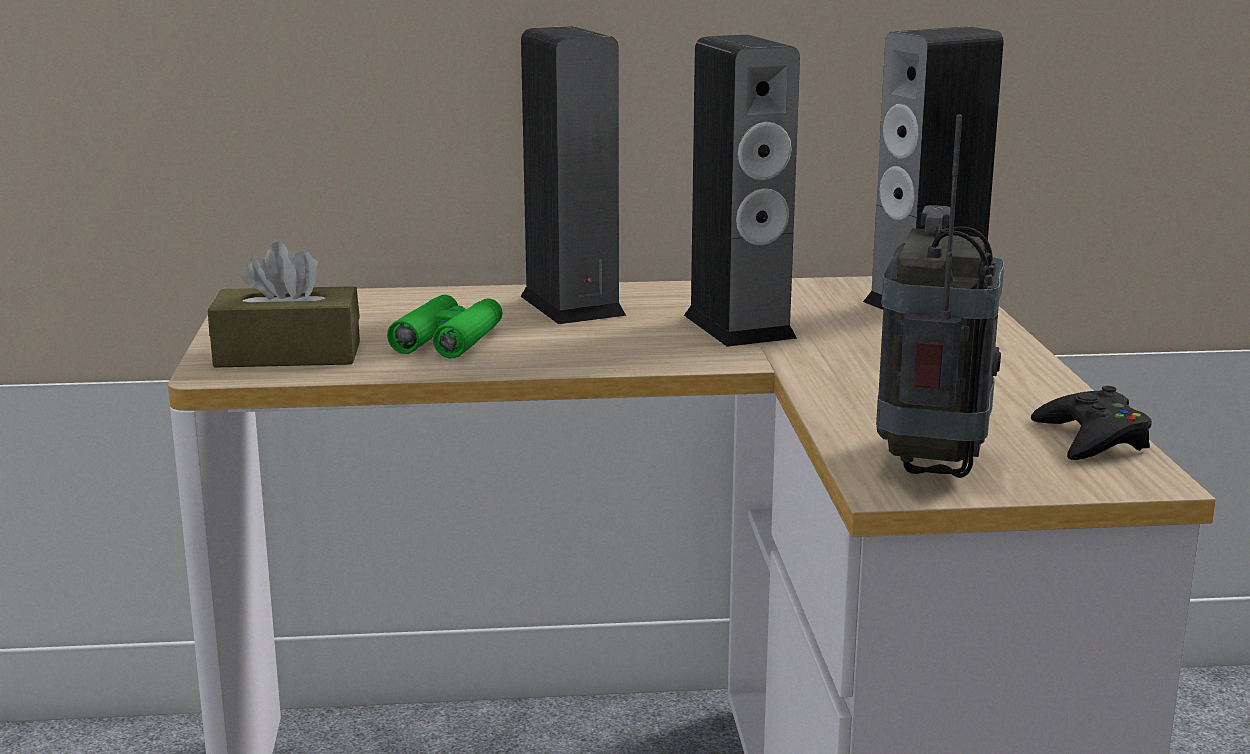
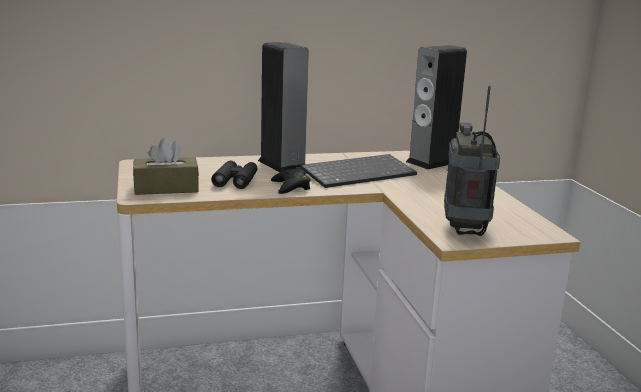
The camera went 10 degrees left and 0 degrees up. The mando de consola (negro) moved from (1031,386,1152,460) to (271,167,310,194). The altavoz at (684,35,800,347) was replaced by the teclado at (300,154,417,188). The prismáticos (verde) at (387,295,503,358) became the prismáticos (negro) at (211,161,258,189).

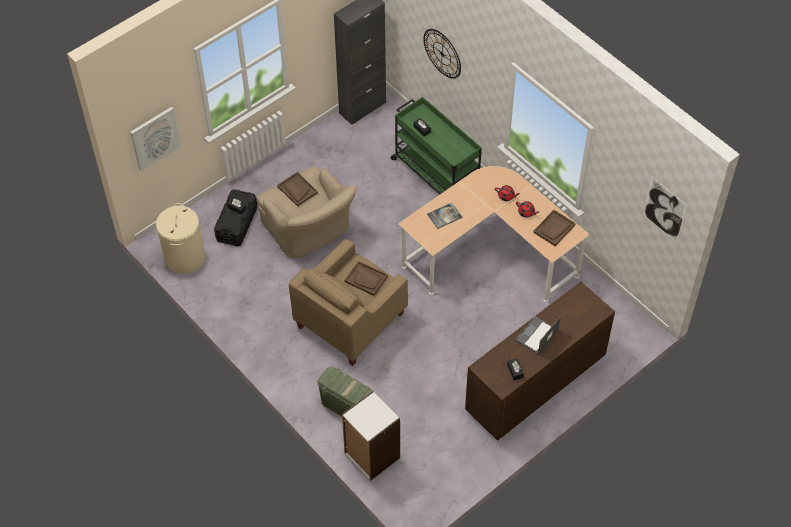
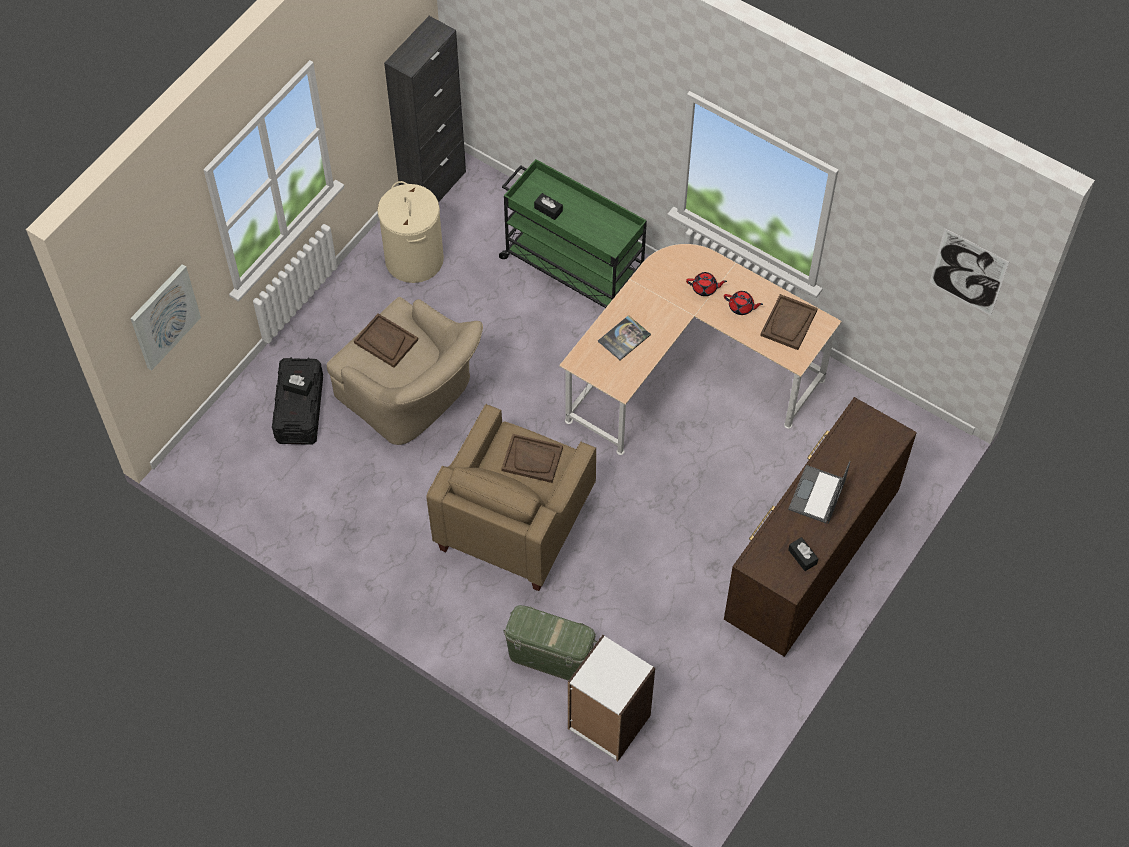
The camera went 15 degrees left and 5 degrees up. The reloj de pared at (423,29,461,79) disappeared. The cesto de la ropa (beis) moved from (156,203,205,274) to (377,181,444,283).

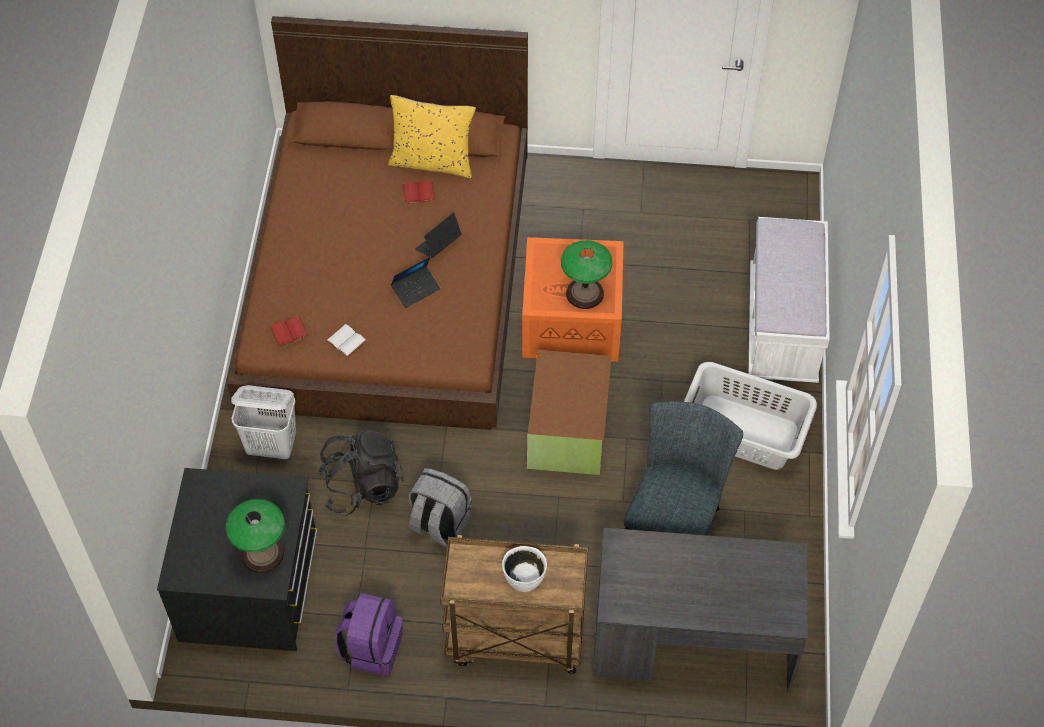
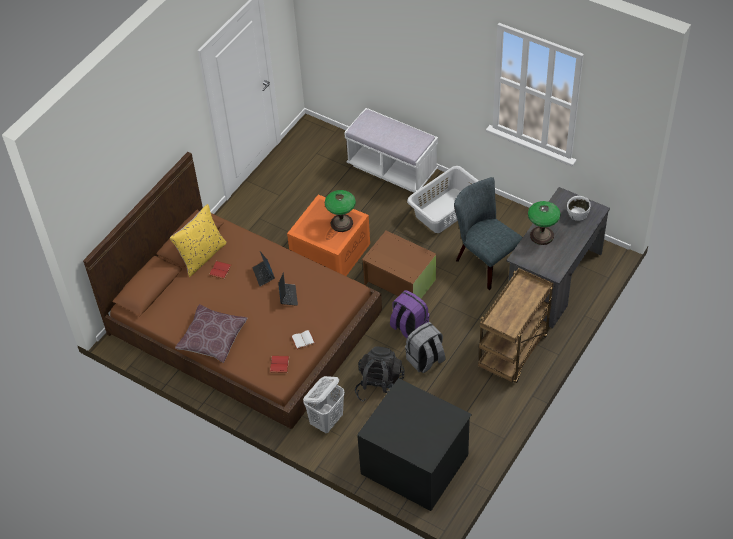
The camera went 60 degrees left and 5 degrees down. The cojín (marrón) at (175,304,247,363) appeared. The lámpara de mesa moved from (226,499,285,573) to (528,201,561,245). The mochila (morado) moved from (335,593,403,676) to (390,290,430,338). The cuenco (blanco) moved from (502,546,547,592) to (567,196,591,221).

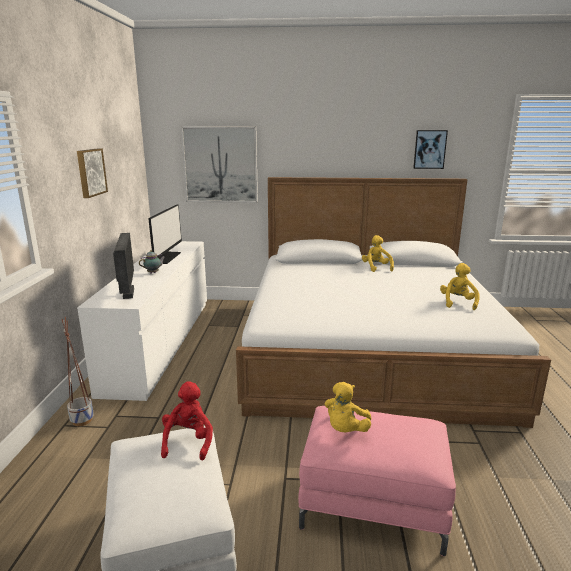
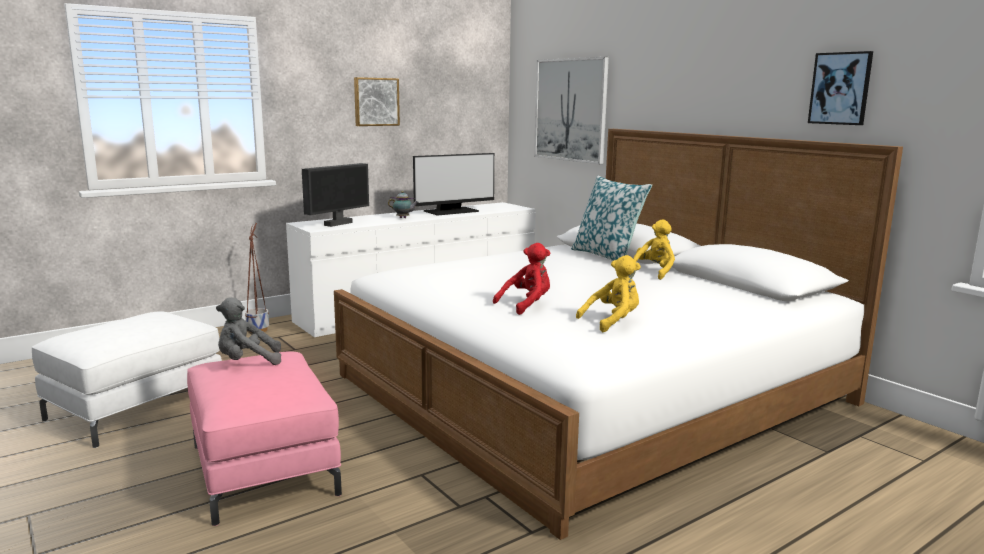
The camera went 50 degrees right and 5 degrees down. The cojín at (571,175,652,261) appeared. The peluche (rojo) moved from (161,381,213,460) to (493,243,551,315). The peluche (amarillo) at (324,382,371,432) became the peluche (gris) at (216,297,281,365).

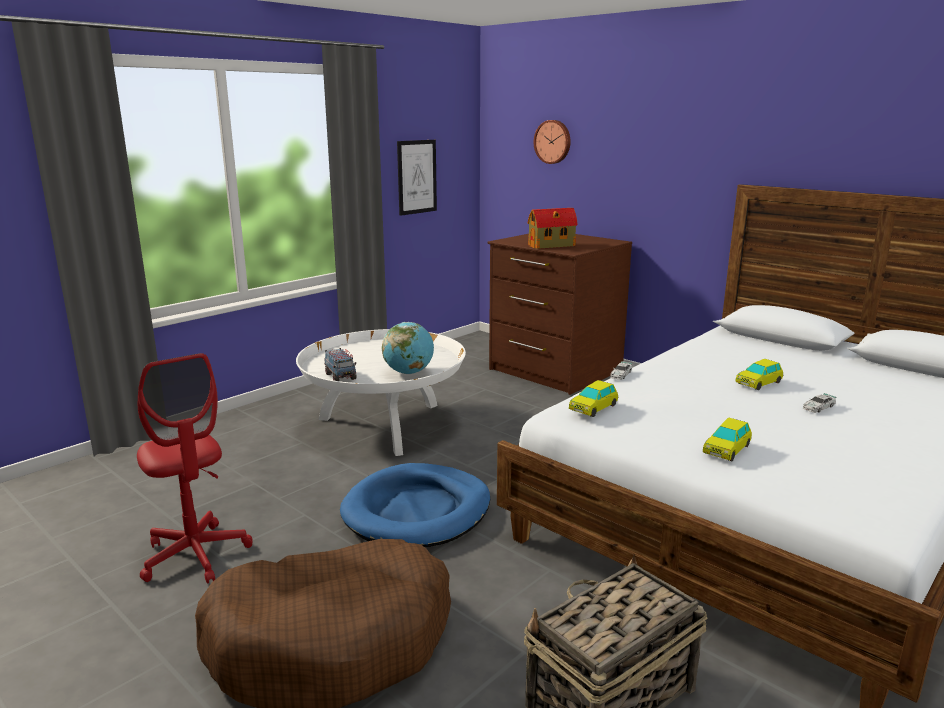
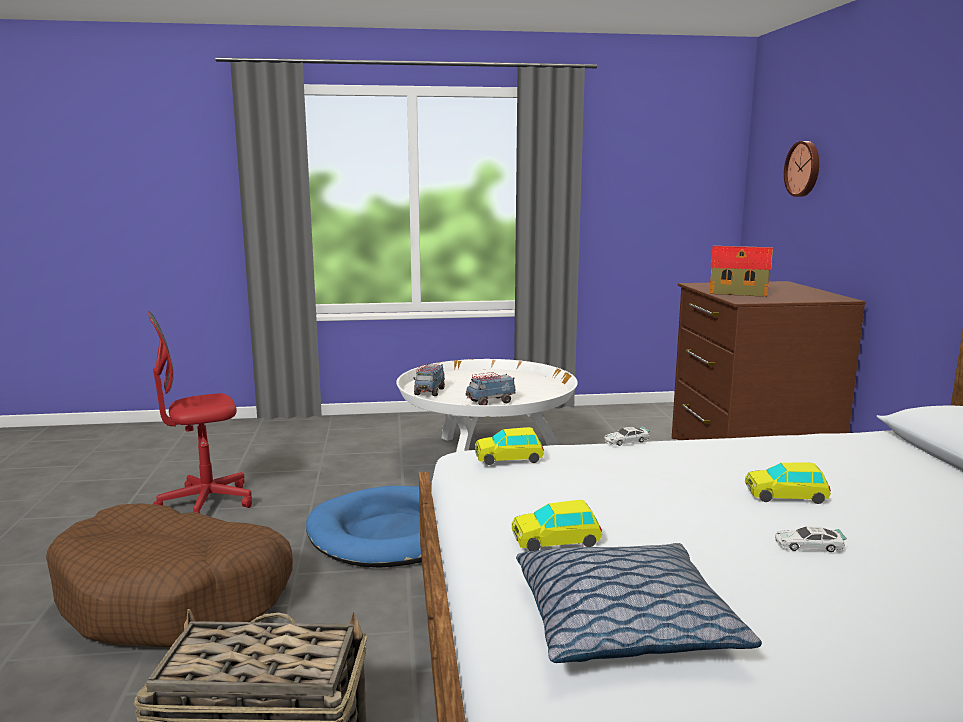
The camera went 40 degrees right and 5 degrees down. The cuadro at (397,140,437,216) disappeared. The cojín at (516,543,762,663) appeared. The globo terráqueo at (382,322,434,374) was replaced by the camión de juguete at (466,372,516,405). The silla de oficina (rojo) at (137,353,253,584) turned 60 degrees clockwise.

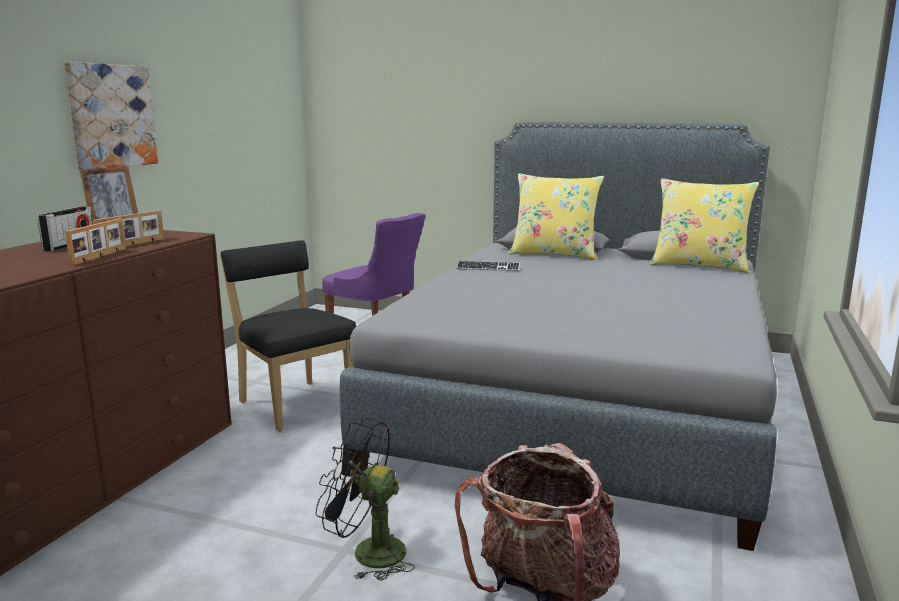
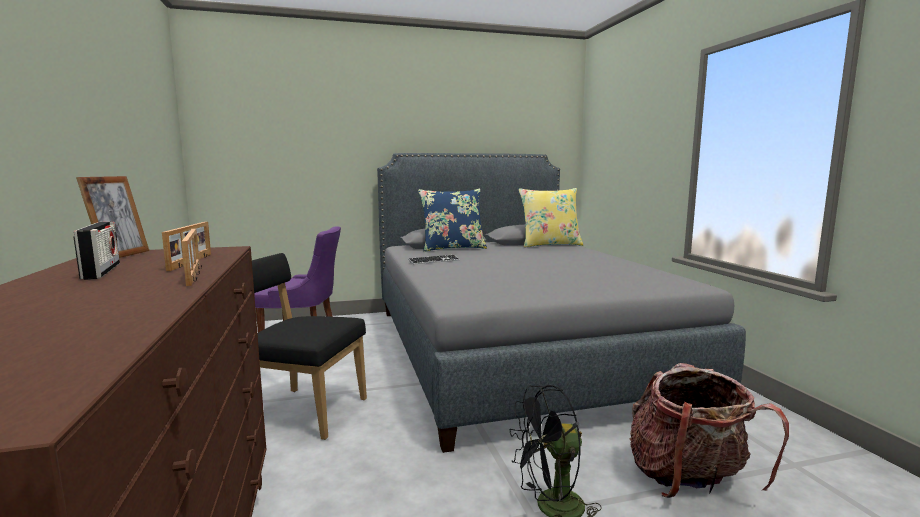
The camera went 35 degrees left and 5 degrees down. The cuadro at (64,62,158,169) disappeared. The cojín (amarillo) at (509,173,604,260) became the cojín (azul) at (418,189,487,252).

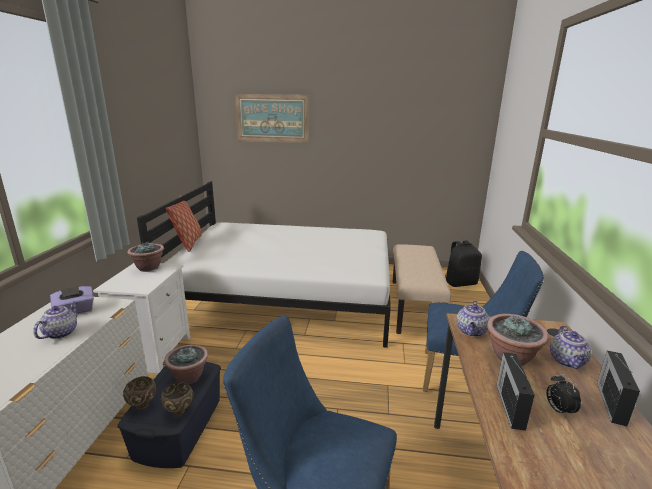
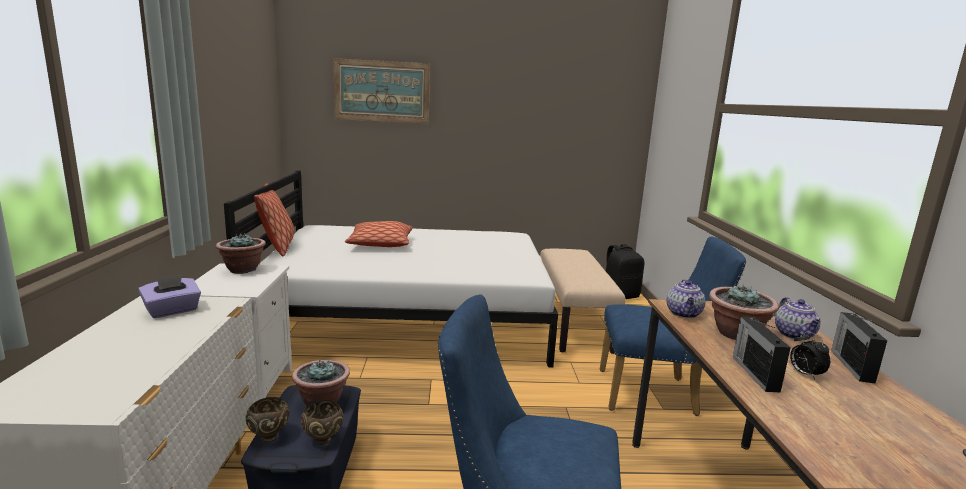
The camera went 10 degrees left and 5 degrees down. The tetera at (33,301,77,339) disappeared. The cojín at (345,221,413,247) appeared.

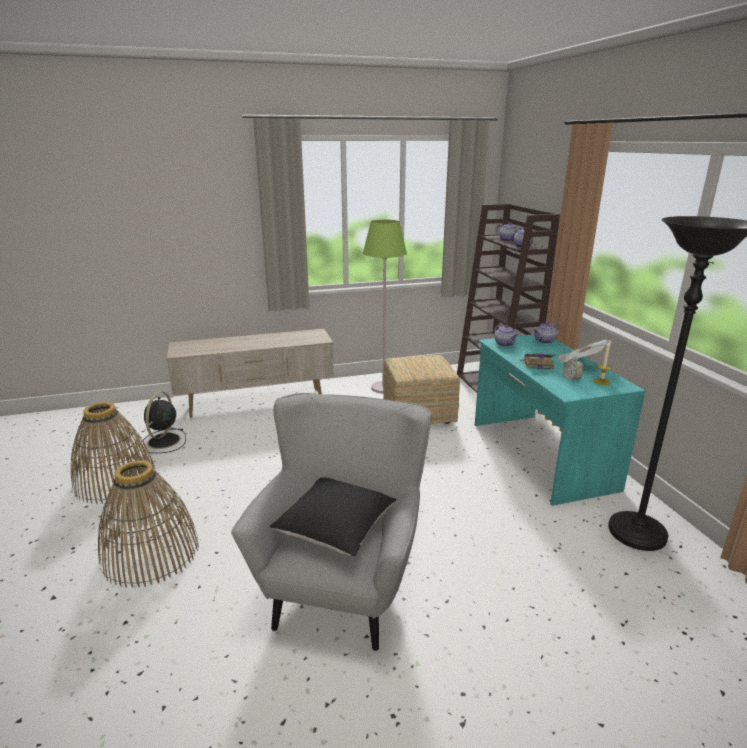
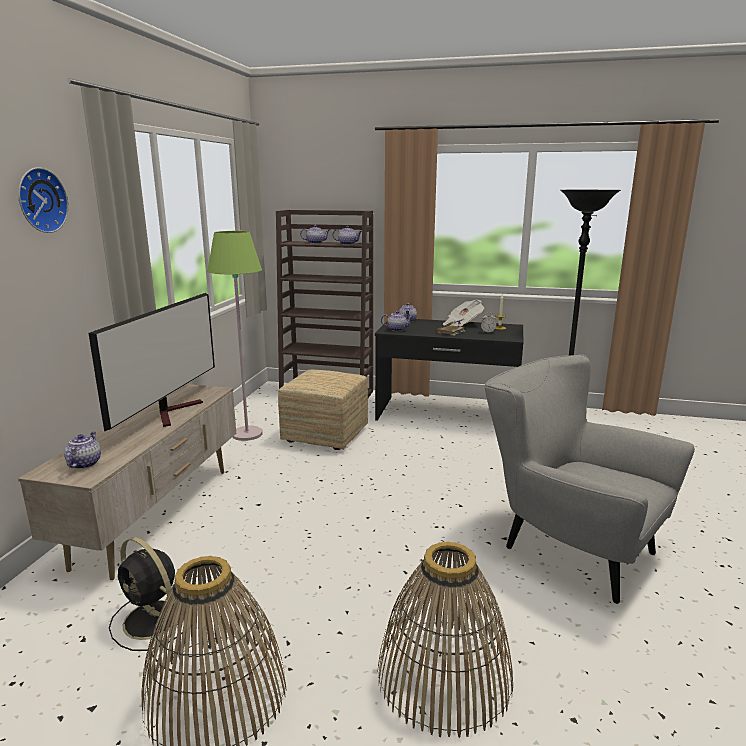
The camera went 60 degrees left and 5 degrees down. The cojín (negro) at (270,477,396,557) disappeared. The reloj de pared at (18,167,69,233) appeared. The tetera at (64,432,101,469) appeared. The televisor at (88,293,215,431) appeared. The escritorio (turquesa) at (475,334,646,506) became the escritorio (negro) at (375,319,523,421).

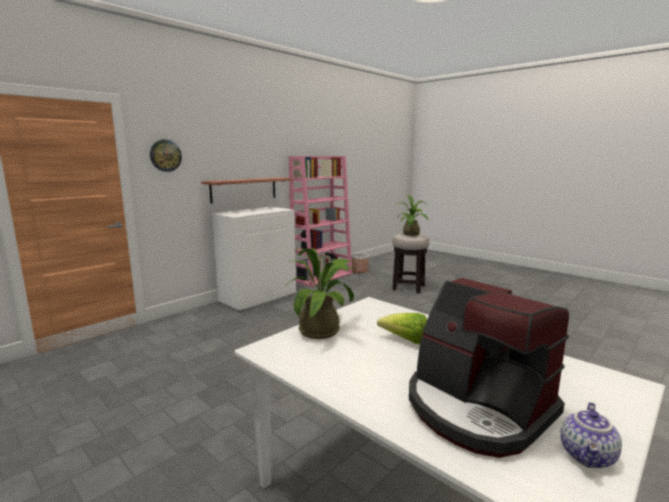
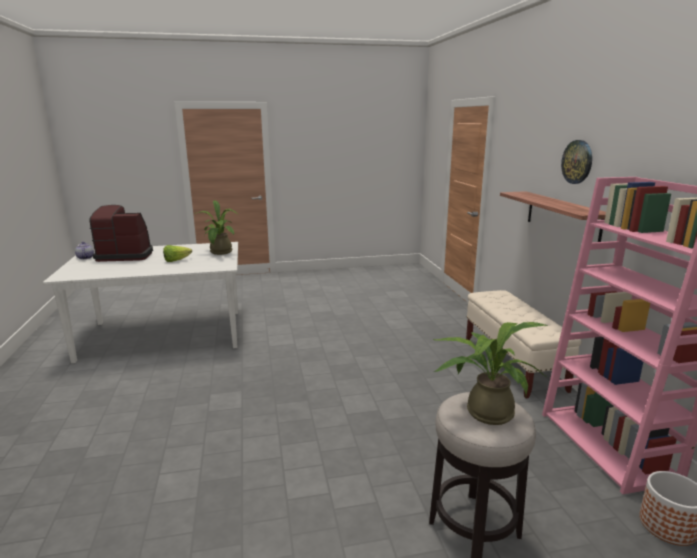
The camera went 125 degrees right and 5 degrees up. The reloj de pared moved from (150,140,182,172) to (561,140,592,184). The armario (blanco) at (212,207,296,312) was replaced by the banco (beis) at (466,290,582,398).

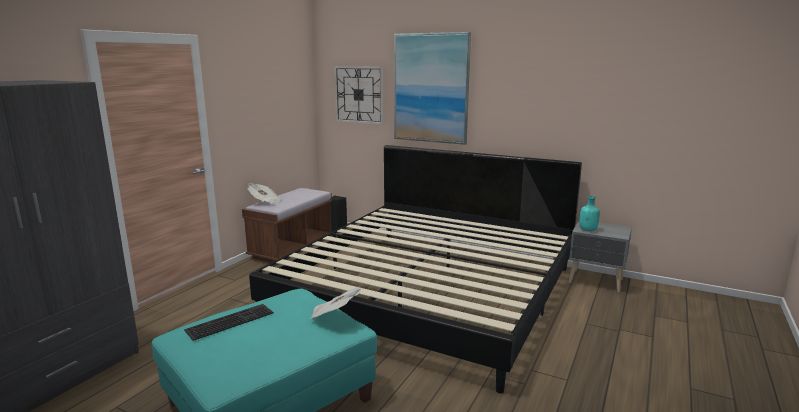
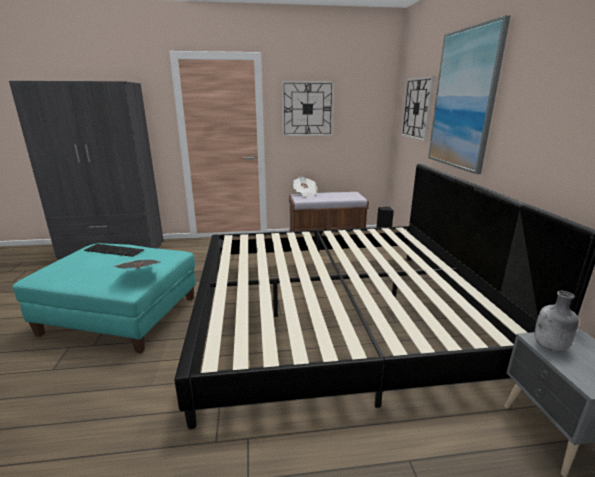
The camera went 55 degrees right and 5 degrees up. The reloj de pared at (282,81,334,136) appeared. The botella (turquesa) at (579,196,600,231) became the botella (gris) at (534,291,579,351).

